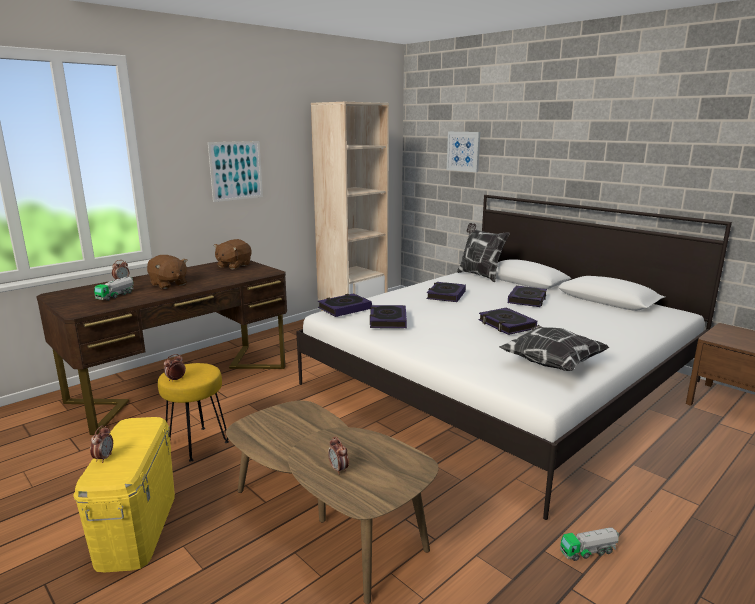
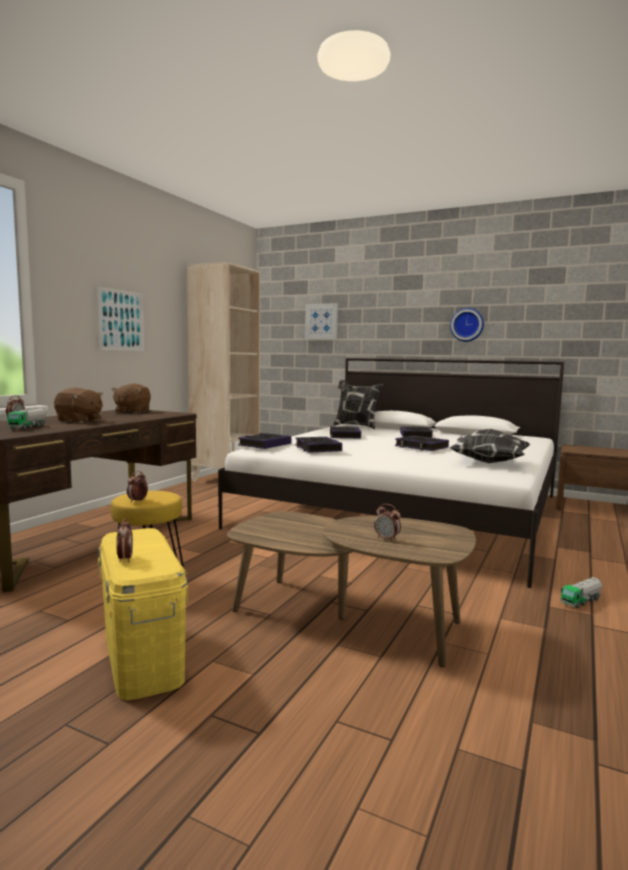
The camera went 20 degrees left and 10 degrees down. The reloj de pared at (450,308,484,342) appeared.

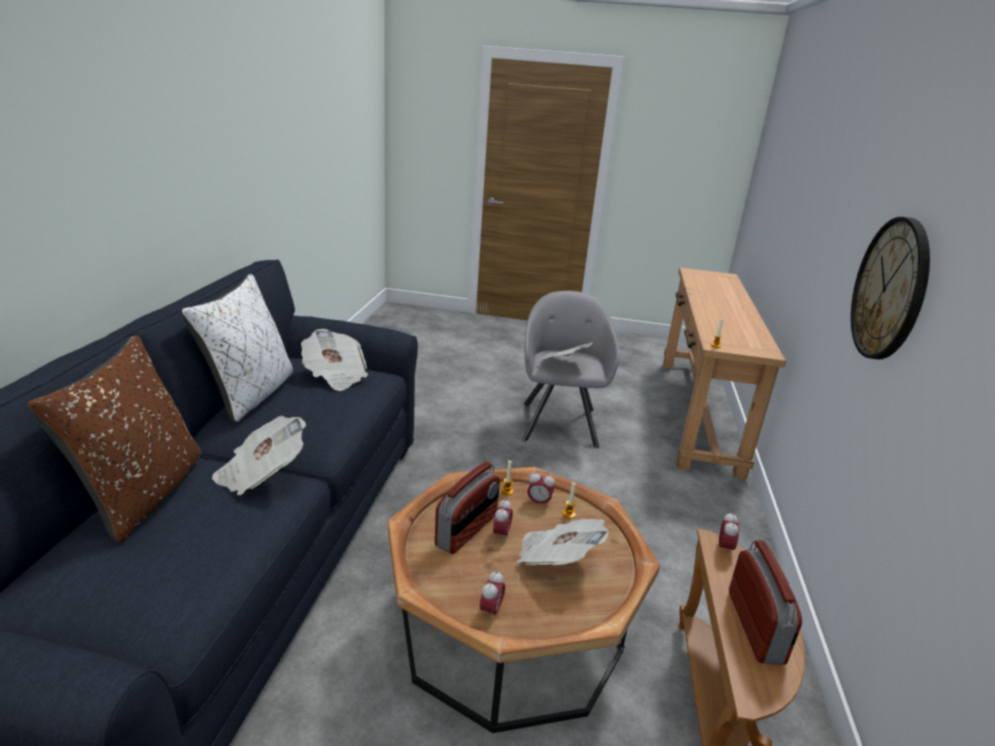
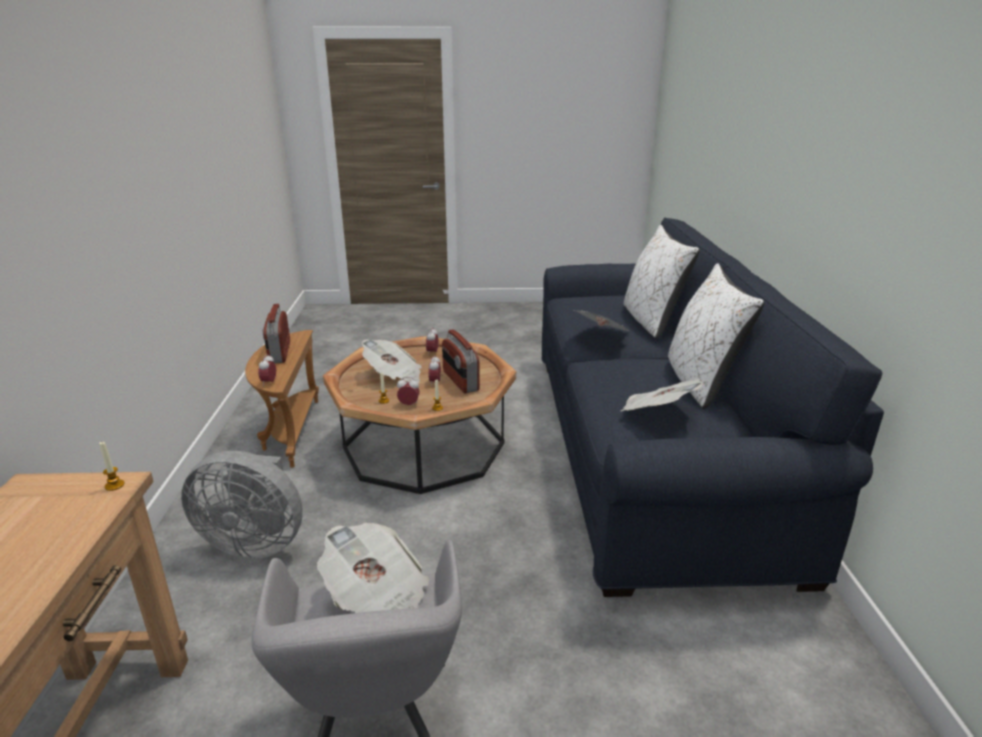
The camera went 170 degrees right and 0 degrees up. The reloj de pared at (851,217,930,359) disappeared. The ventilador (gris) at (181,451,303,558) appeared. The cojín (marrón) at (28,335,201,544) became the cojín (blanco) at (624,225,700,339). The radio at (435,461,500,554) turned 45 degrees counterclockwise.

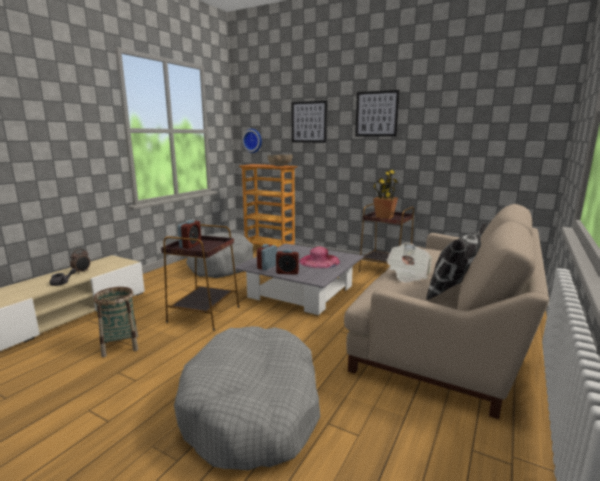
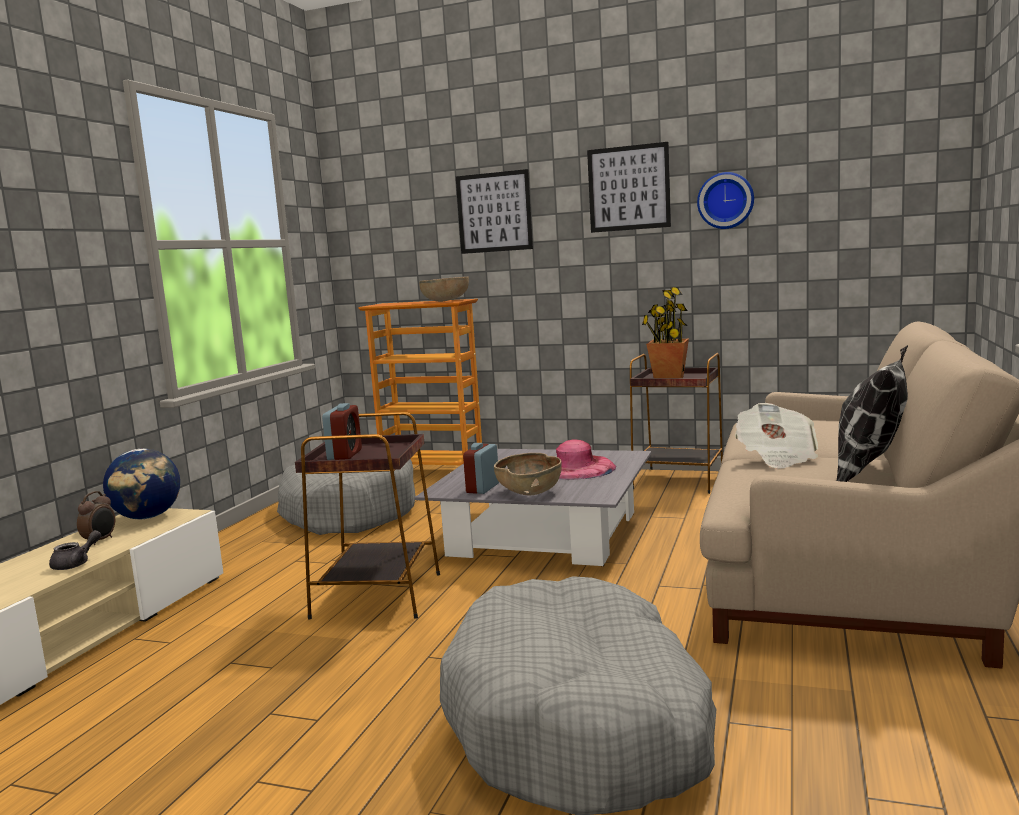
The camera went 10 degrees left and 5 degrees down. The cesta at (93,287,138,357) disappeared. The globo terráqueo at (103,449,180,519) appeared. The reloj de pared moved from (242,129,262,153) to (697,172,754,229). The despertador at (276,249,299,275) was replaced by the cuenco (marrón) at (494,453,562,495).

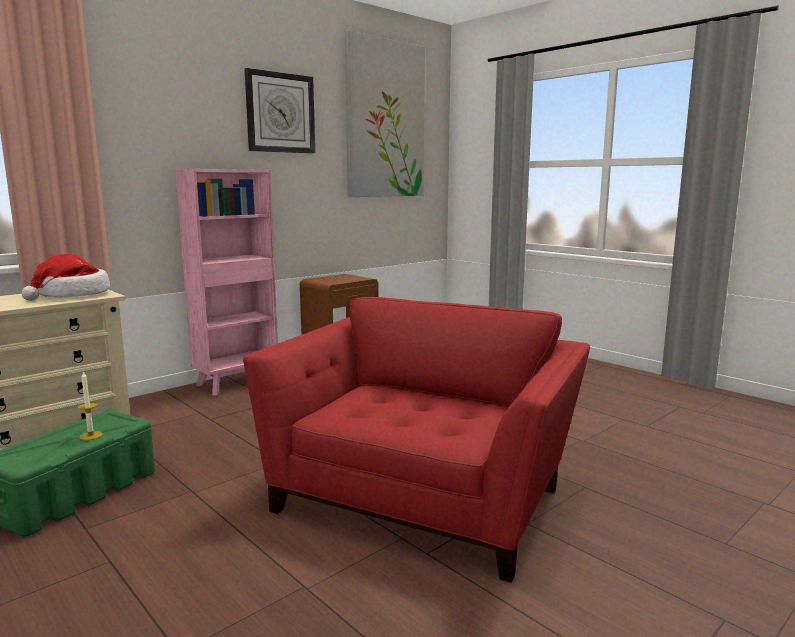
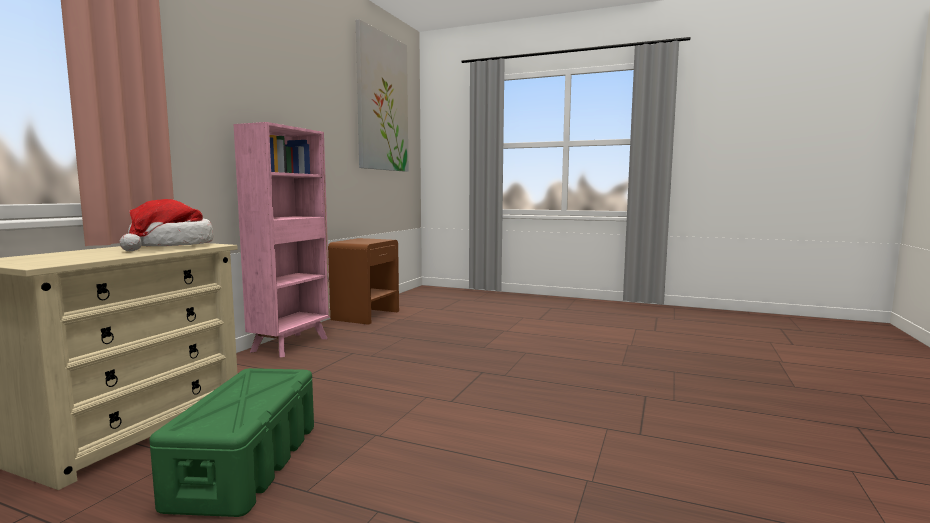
The camera went 25 degrees left and 5 degrees down. The vela at (77,371,103,440) disappeared. The sillón (rojo) at (243,297,590,583) disappeared. The reloj de pared at (245,68,315,153) disappeared.

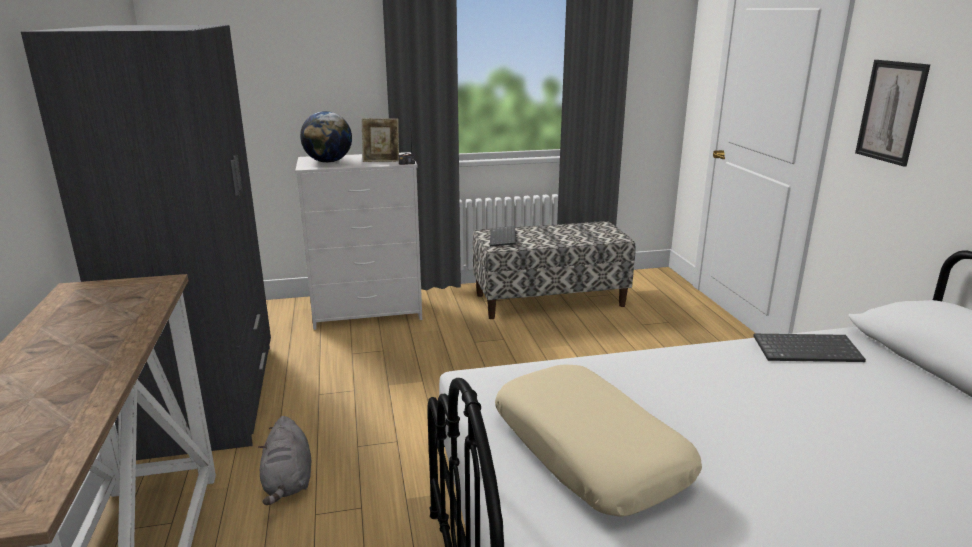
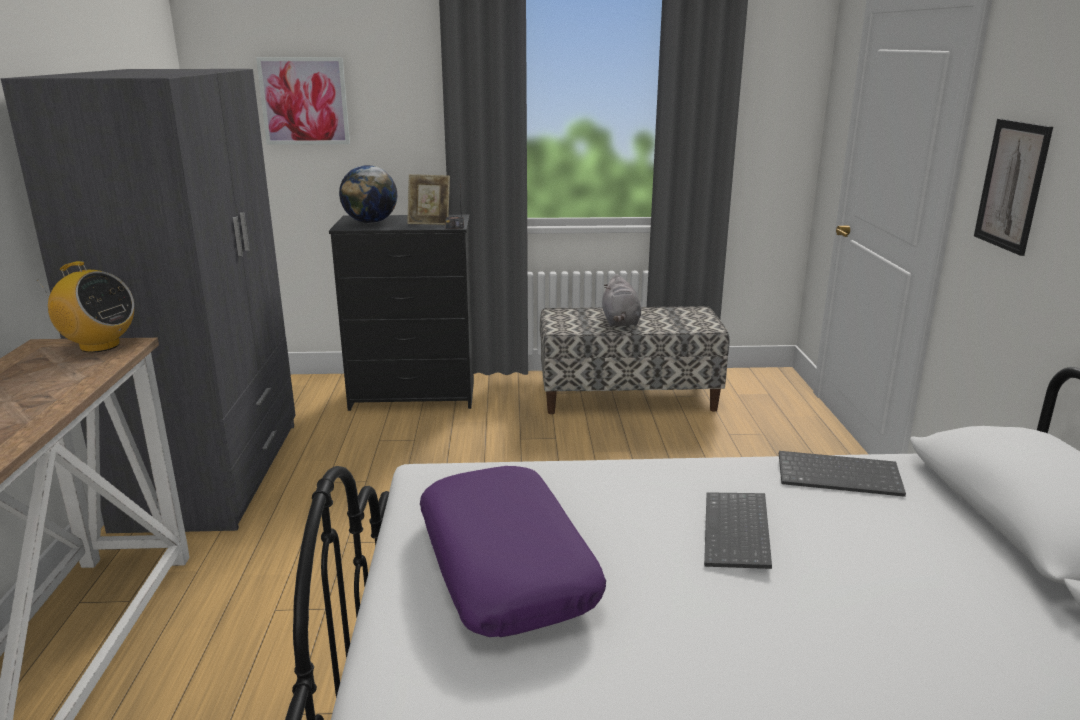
The camera went 10 degrees right and 0 degrees up. The radio at (38,261,134,353) appeared. The cuadro at (256,57,350,145) appeared. The peluche (gris) moved from (258,416,311,505) to (602,274,641,326). The teclado moved from (490,226,516,247) to (704,492,772,569). The cómoda (blanco) at (295,152,422,330) became the cómoda (negro) at (329,215,474,411). The cojín (beis) at (495,364,702,517) became the cojín (morado) at (420,466,606,637).

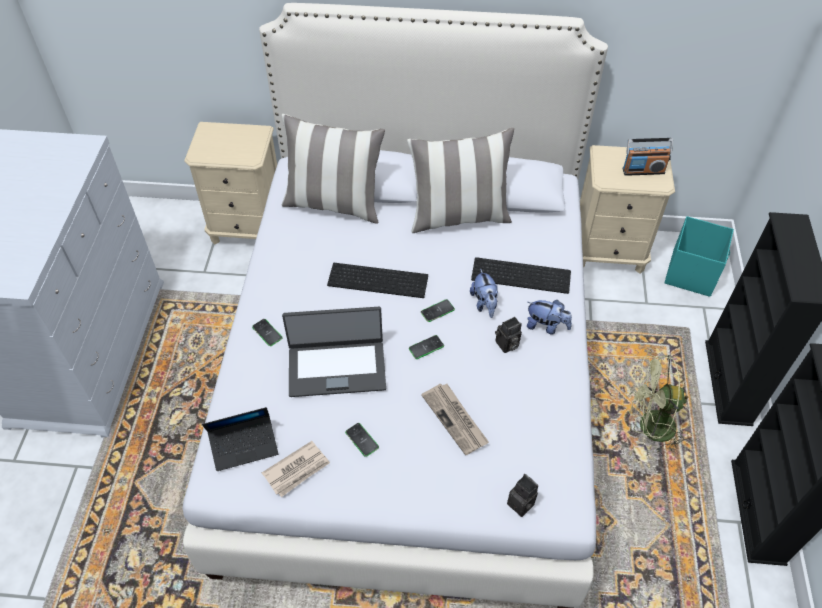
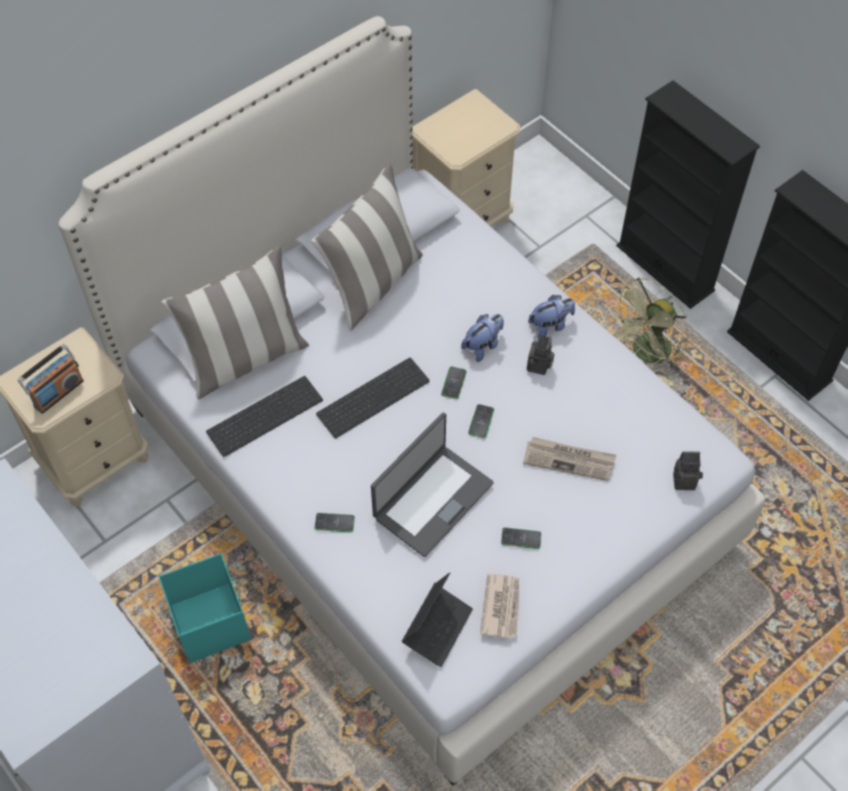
The camera went 45 degrees left and 5 degrees up. The teclado moved from (471,257,571,294) to (206,376,323,457). The radio moved from (623,138,673,176) to (18,344,84,414). The caja de almacenaje (turquesa) moved from (664,216,734,297) to (158,553,251,663). The peluche at (470,268,498,318) turned 75 degrees counterclockwise.

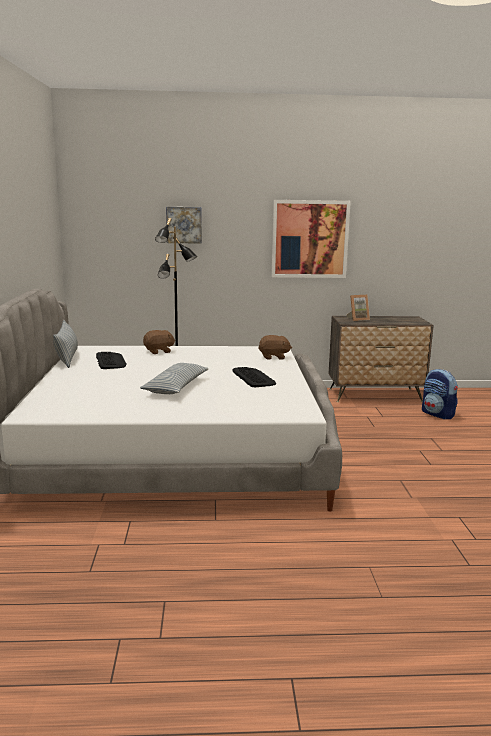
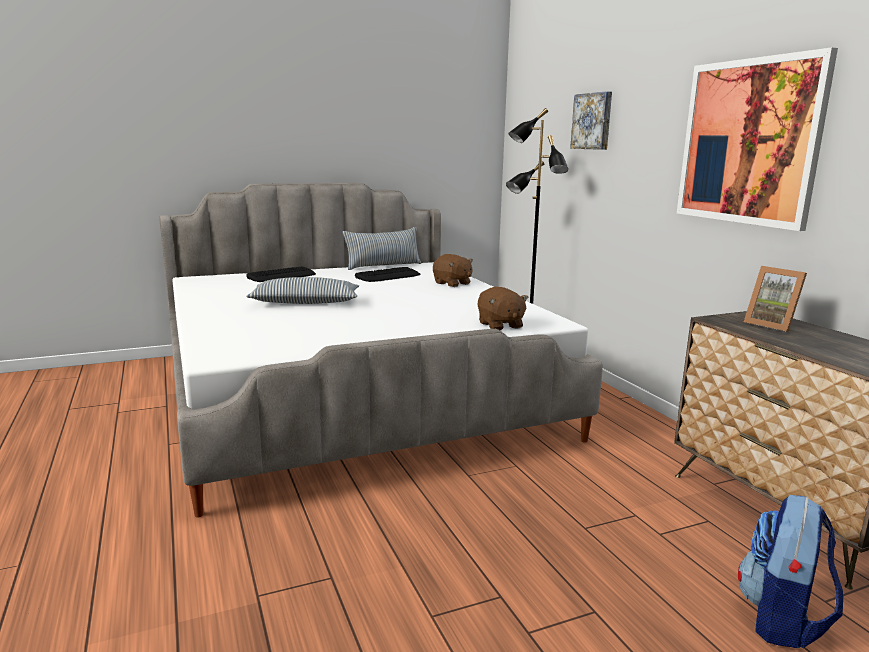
The camera went 70 degrees right and 0 degrees up. The teclado moved from (232,367,276,387) to (246,267,316,282).

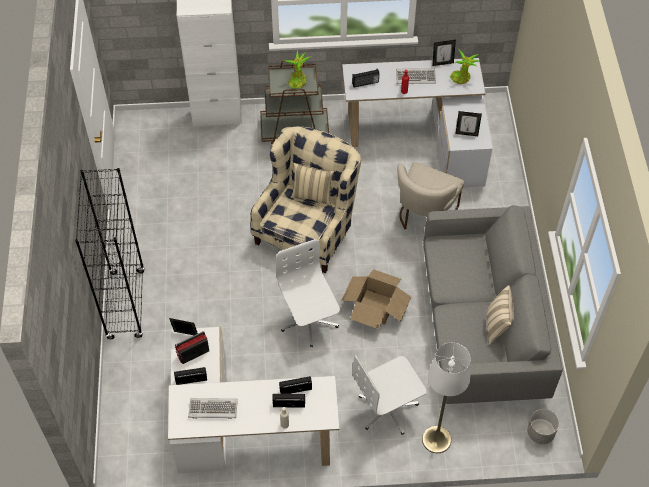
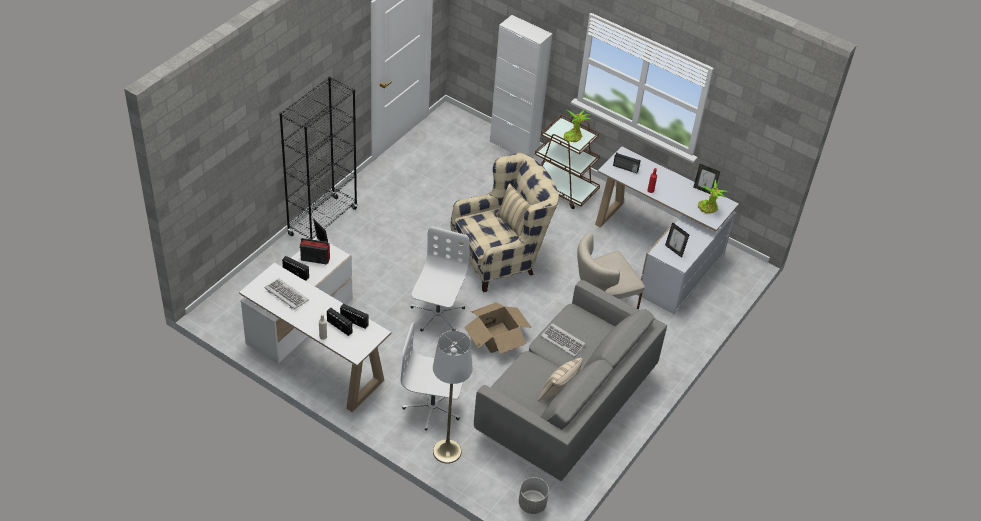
The camera went 35 degrees right and 10 degrees down. The teclado moved from (396,68,436,84) to (541,323,586,357).

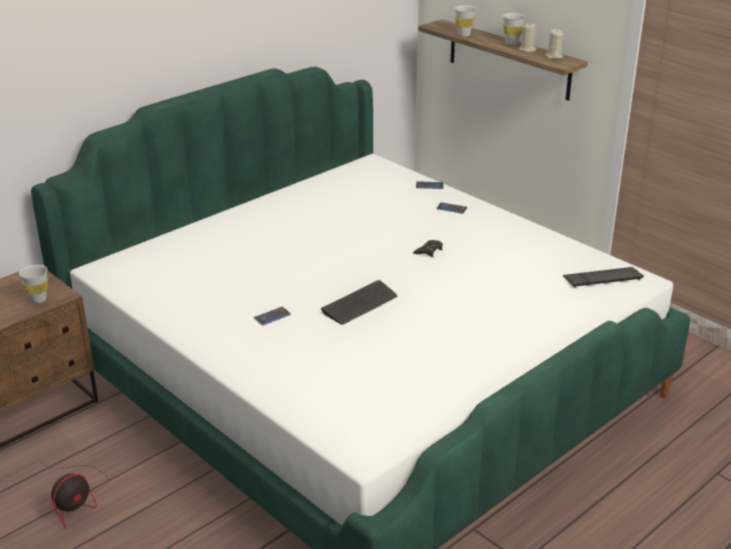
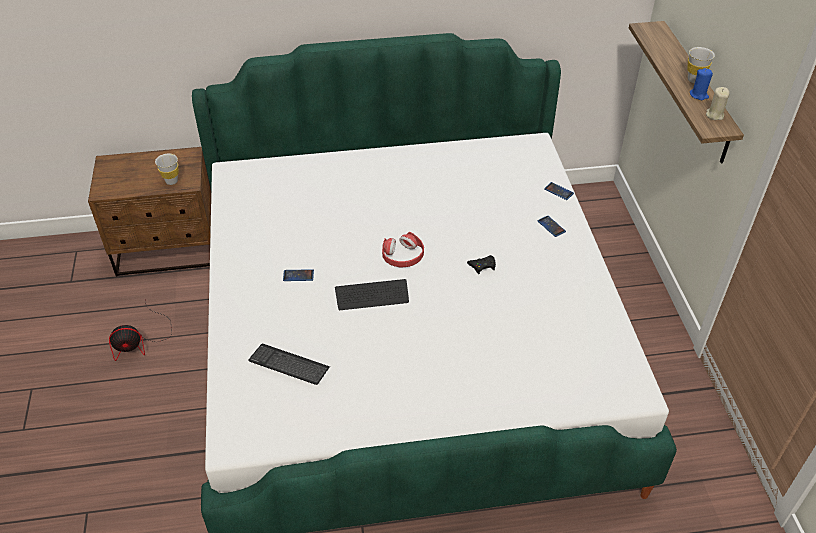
The camera went 35 degrees right and 15 degrees up. The taza (blanco) at (454,5,476,37) disappeared. The auriculares (rojo) at (382,232,424,267) appeared. The teclado moved from (562,267,644,288) to (248,343,330,385). The vela (beis) at (519,23,537,52) became the vela (azul) at (690,68,713,100).

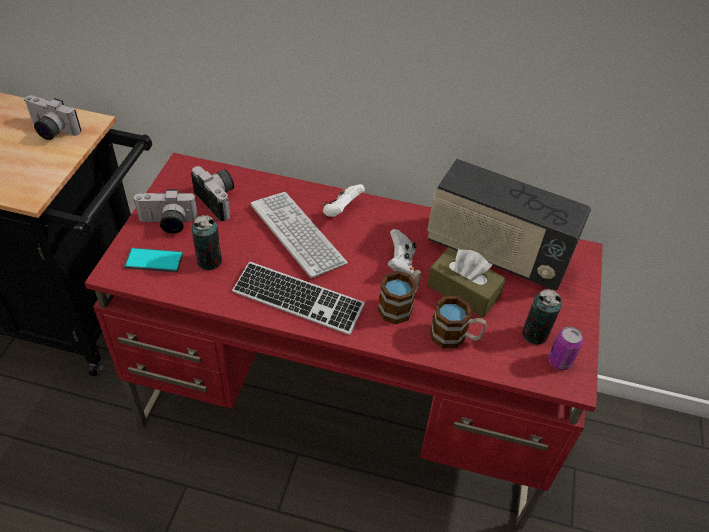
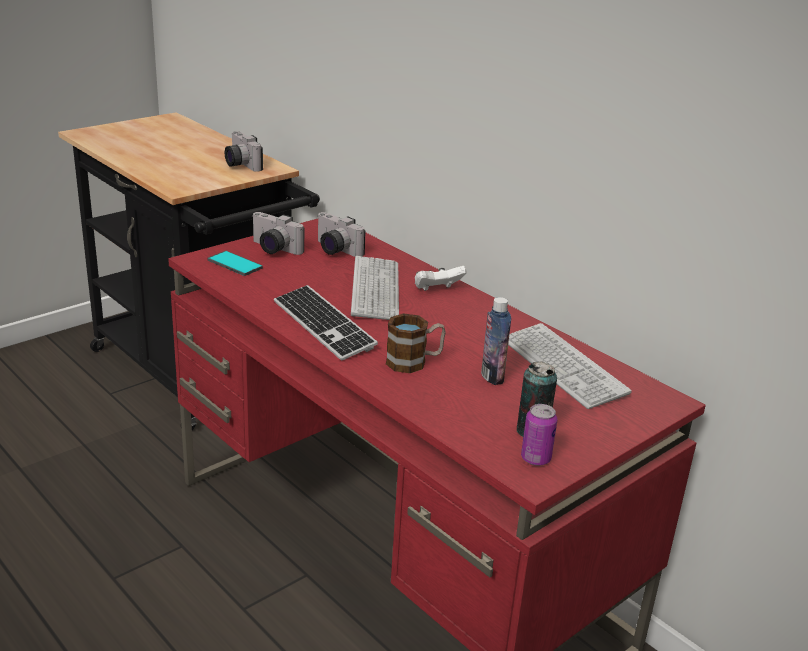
The camera went 35 degrees right and 20 degrees down. The lata at (191,215,222,270) disappeared. The mando de consola (blanco) at (387,229,417,275) disappeared. The taza grande at (430,296,487,348) disappeared. The radio at (427,159,591,290) was replaced by the teclado at (508,323,632,409). The caja de pañuelos (marrón) at (427,247,506,317) was replaced by the botella at (481,297,511,385). The cámara at (191,166,234,221) turned 135 degrees clockwise.

